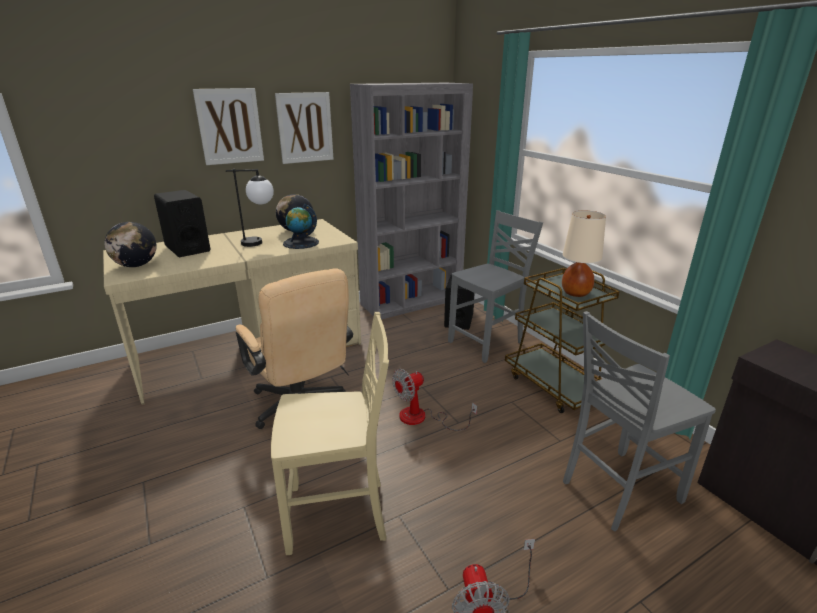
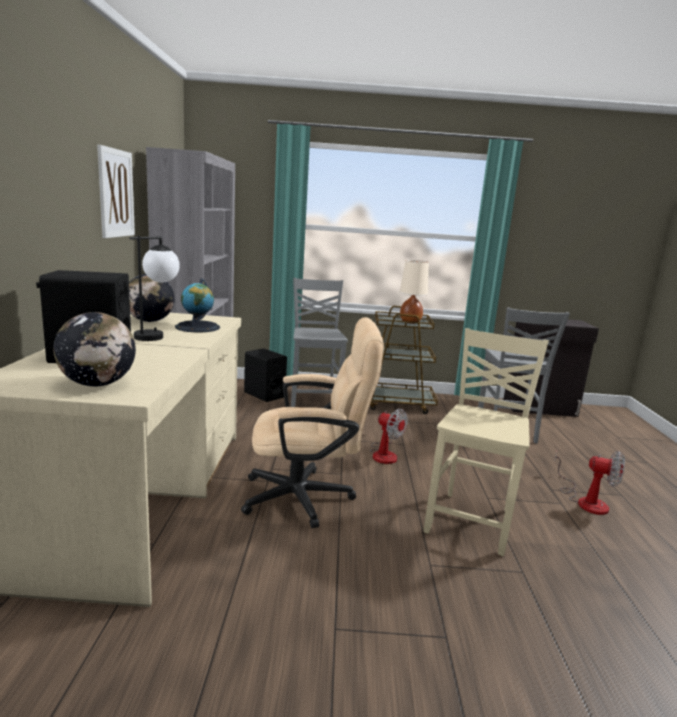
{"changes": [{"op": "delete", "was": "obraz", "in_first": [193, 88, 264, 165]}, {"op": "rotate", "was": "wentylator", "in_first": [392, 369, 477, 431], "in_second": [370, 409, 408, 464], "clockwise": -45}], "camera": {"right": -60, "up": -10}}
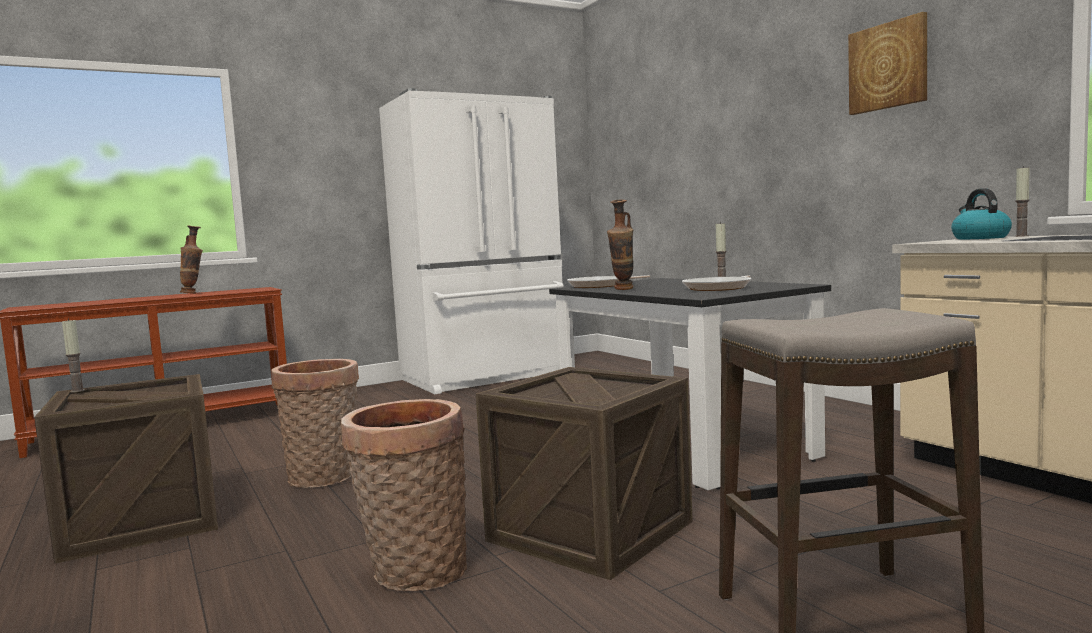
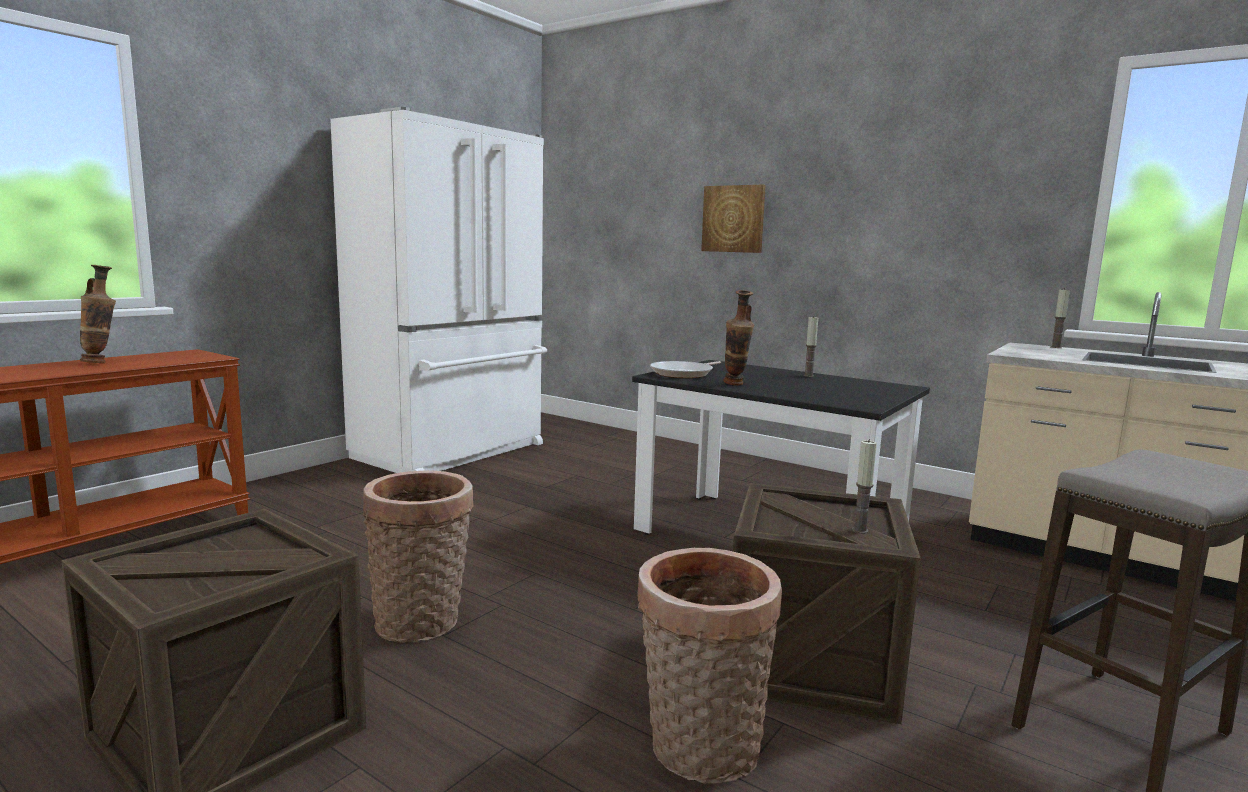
{"changes": [{"op": "delete", "was": "patelnia", "in_first": [682, 275, 751, 291]}, {"op": "delete", "was": "czajnik", "in_first": [951, 188, 1012, 239]}, {"op": "move", "was": "świeca", "in_first": [62, 319, 85, 392], "in_second": [852, 439, 877, 534]}, {"op": "move", "was": "obraz", "in_first": [848, 12, 927, 115], "in_second": [701, 185, 766, 253]}], "camera": {"right": -25, "up": 5}}
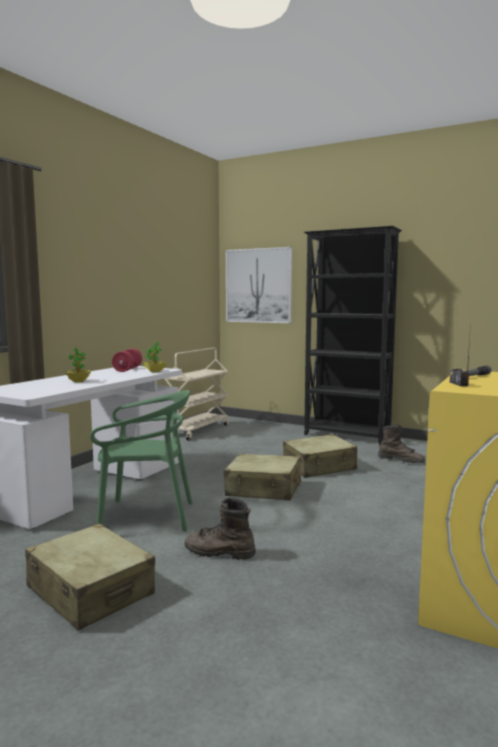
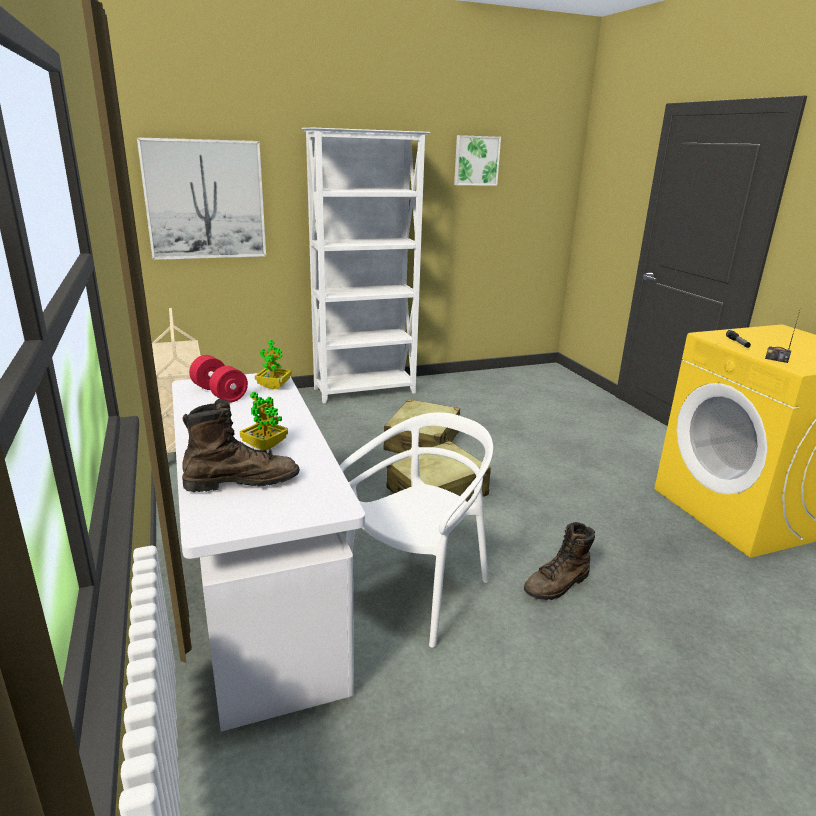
{"changes": [{"op": "delete", "was": "walizka/beżowy", "in_first": [25, 523, 155, 631]}, {"op": "insert", "now": "obraz", "in_second": [454, 135, 501, 186]}, {"op": "move", "was": "but z cholewką/brązowy", "in_first": [378, 424, 425, 463], "in_second": [182, 399, 300, 492]}, {"op": "recolor", "was": "krzesło/zielony", "now": "krzesło/biały", "in_first": [90, 390, 193, 531], "in_second": [340, 412, 493, 648]}, {"op": "recolor", "was": "regał/czarny", "now": "regał/biały", "in_first": [304, 226, 402, 445], "in_second": [302, 128, 430, 403]}], "camera": {"right": -50, "up": 15}}
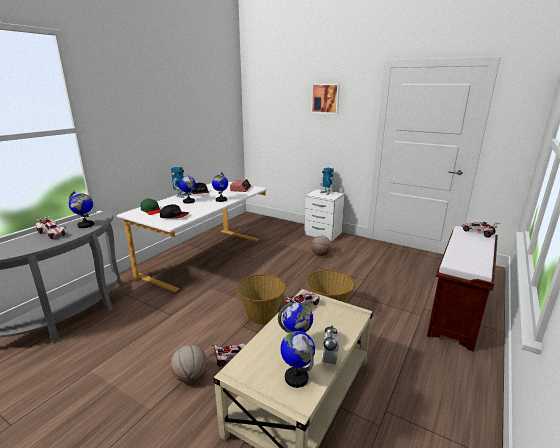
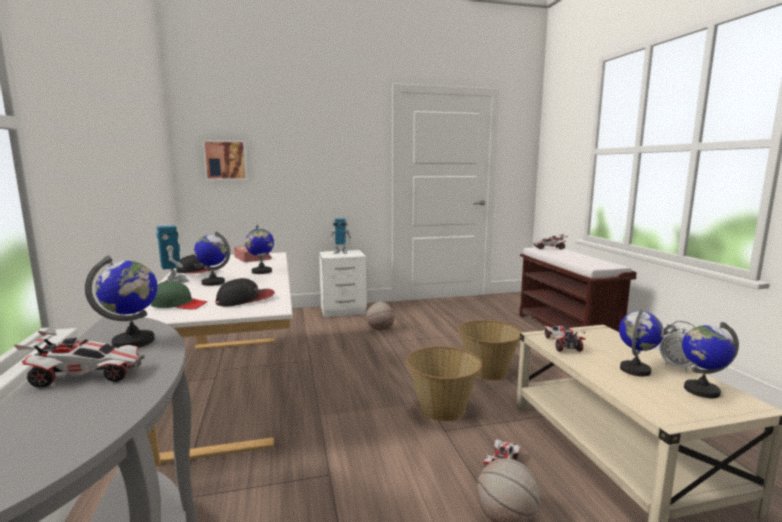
{"changes": [{"op": "move", "was": "obraz", "in_first": [311, 84, 340, 114], "in_second": [202, 140, 248, 180]}], "camera": {"right": -45, "up": -10}}
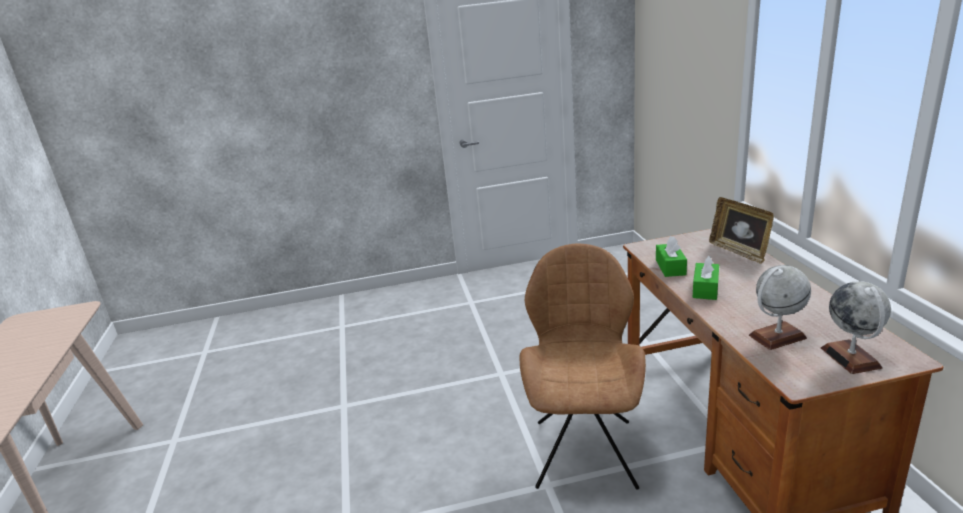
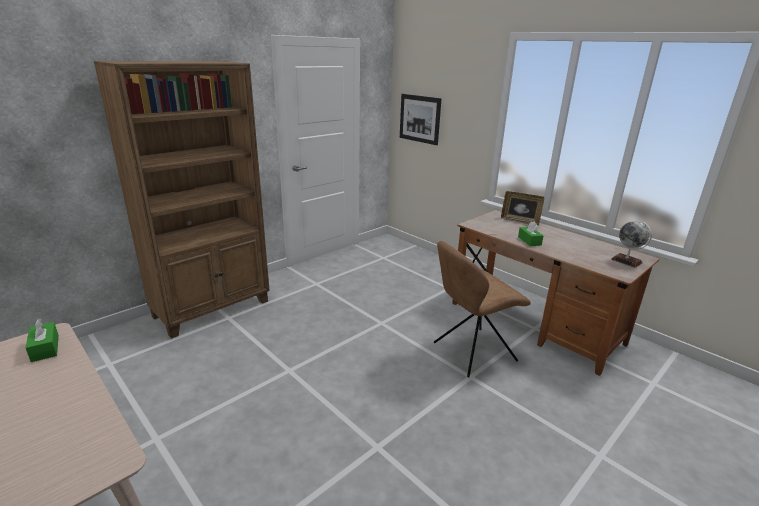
{"changes": [{"op": "delete", "was": "globus", "in_first": [749, 265, 811, 350]}, {"op": "insert", "now": "regał/brązowy", "in_second": [94, 61, 270, 339]}, {"op": "insert", "now": "obraz", "in_second": [400, 94, 442, 145]}, {"op": "move", "was": "pudełko chusteczek/zielony", "in_first": [656, 236, 687, 277], "in_second": [26, 319, 59, 362]}, {"op": "rotate", "was": "krzesło/brązowy", "in_first": [520, 244, 646, 490], "in_second": [434, 241, 531, 377], "clockwise": -90}], "camera": {"right": -35, "up": 0}}
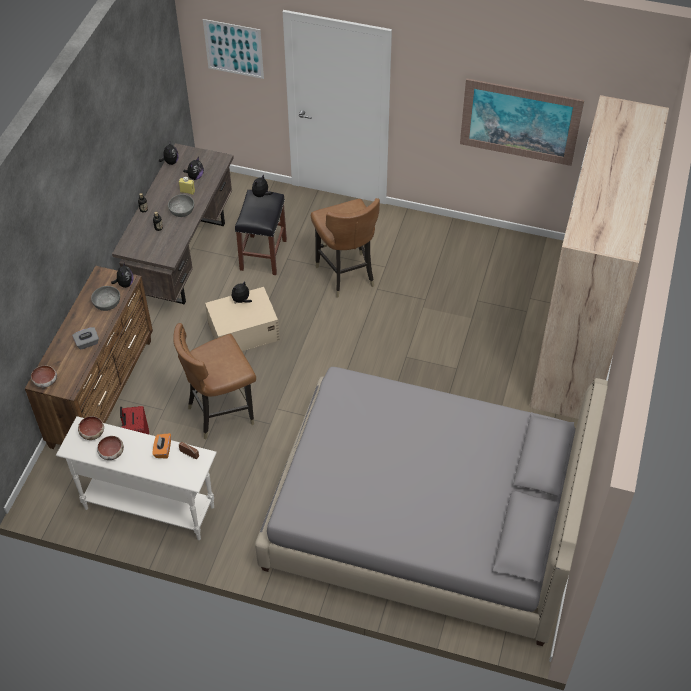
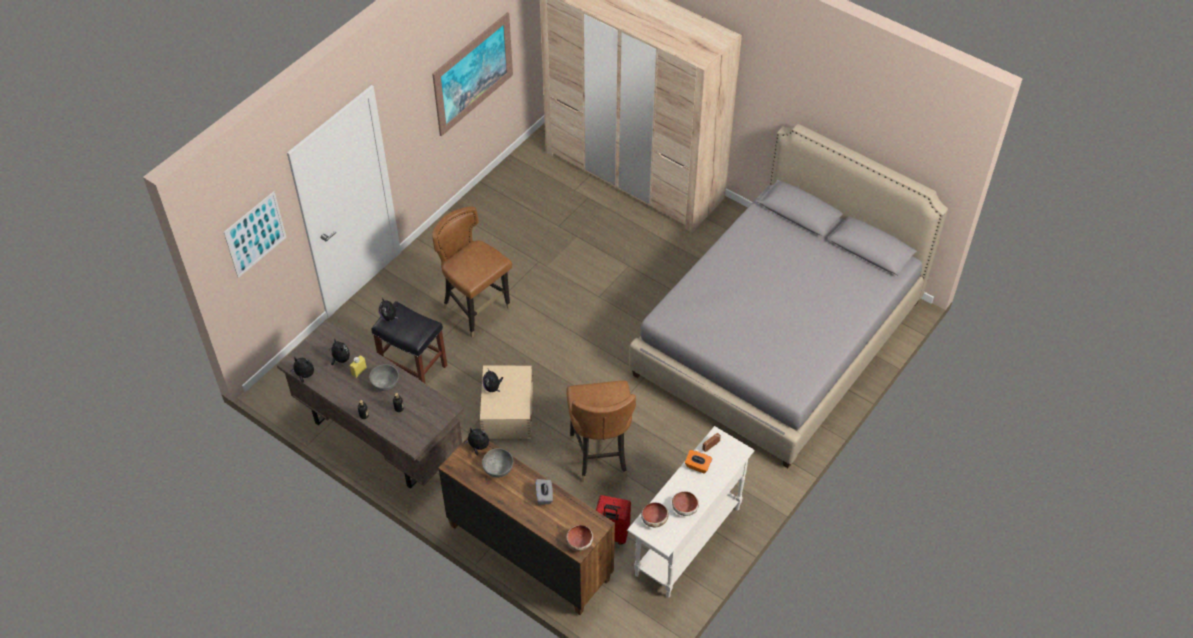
{"changes": [{"op": "rotate", "was": "krzesło/brązowy", "in_first": [311, 198, 380, 297], "in_second": [432, 206, 512, 337], "clockwise": -135}], "camera": {"right": -70, "up": 0}}
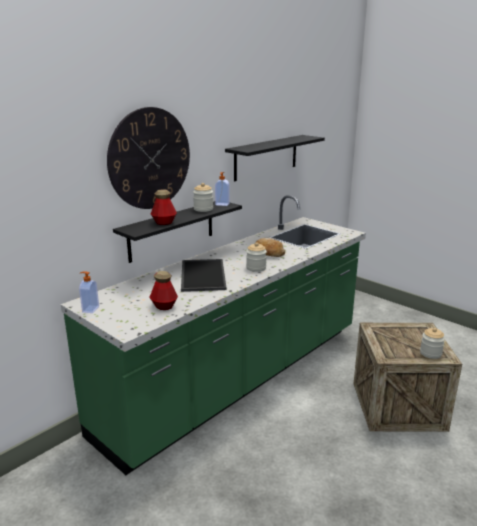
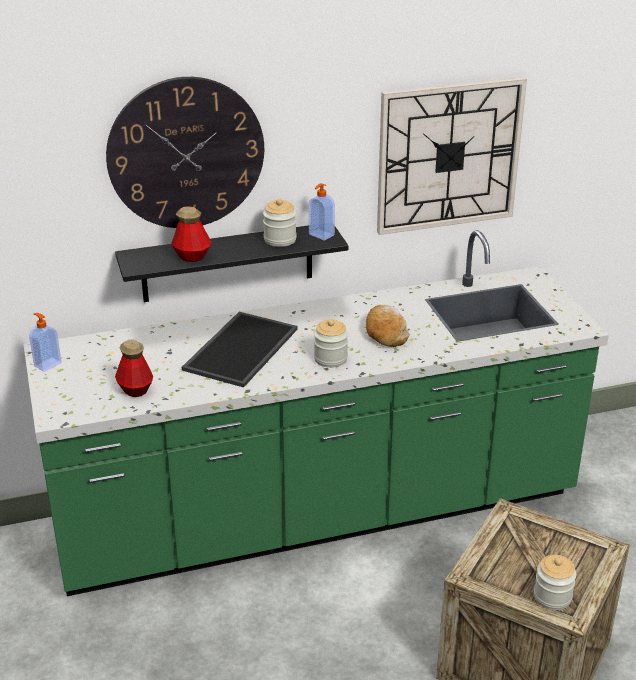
{"changes": [{"op": "replace", "was": "półka/czarny", "now": "zegar ścienny", "in_first": [225, 135, 325, 181], "in_second": [377, 77, 527, 235]}], "camera": {"right": 30, "up": 10}}
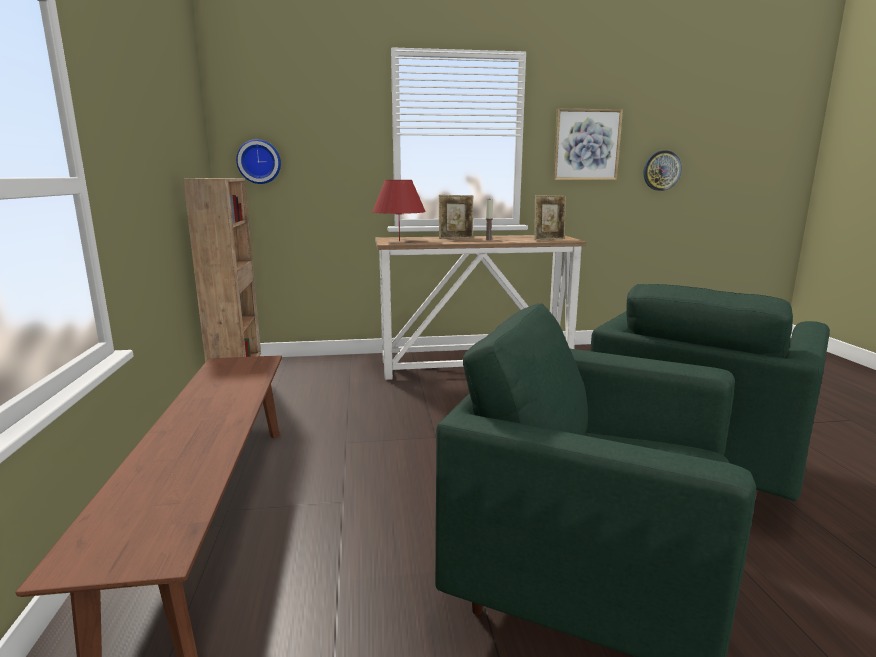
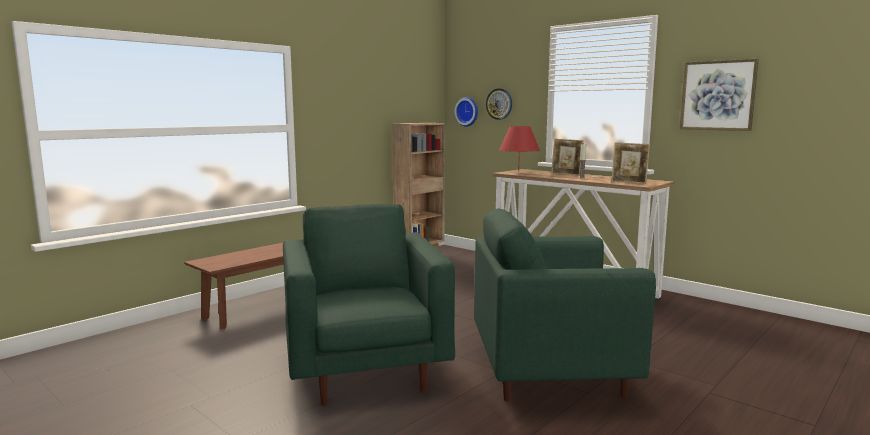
{"changes": [{"op": "move", "was": "zegar ścienny", "in_first": [644, 150, 682, 191], "in_second": [486, 88, 512, 120]}], "camera": {"right": 50, "up": -5}}
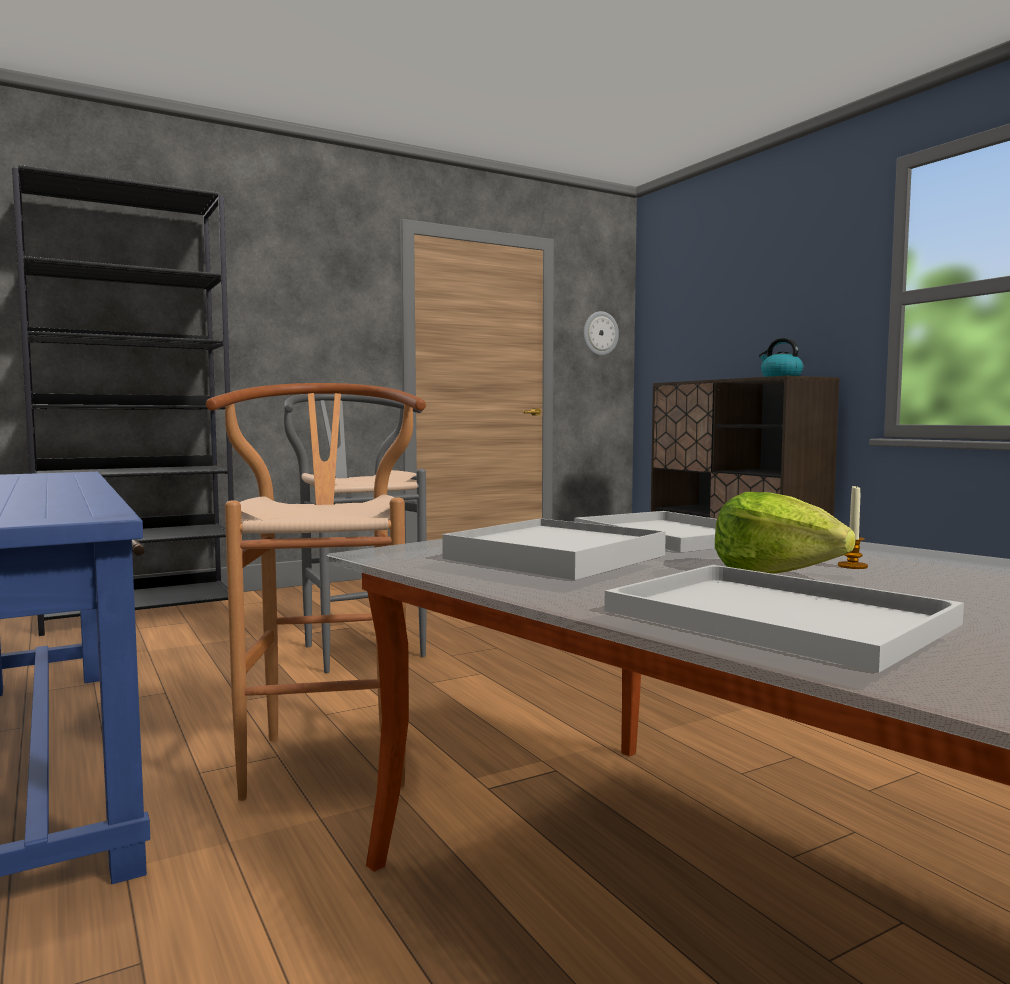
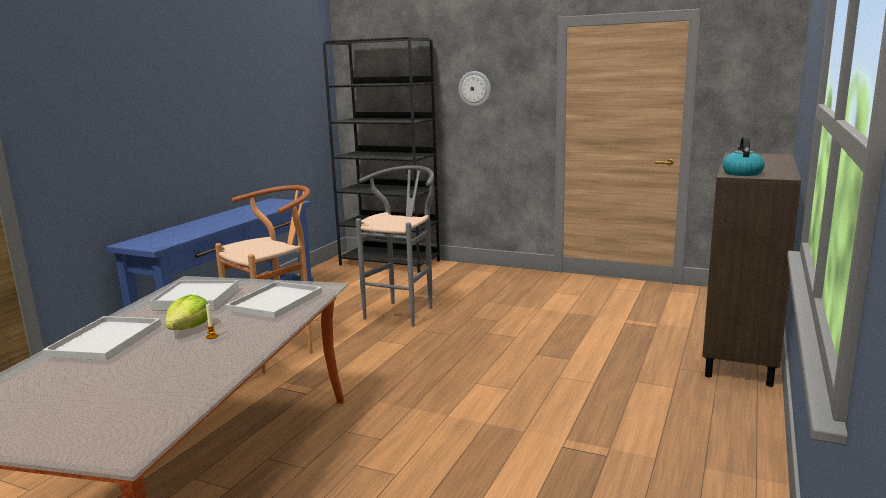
{"changes": [{"op": "move", "was": "zegar ścienny", "in_first": [583, 311, 619, 356], "in_second": [458, 71, 491, 107]}], "camera": {"right": 55, "up": 10}}
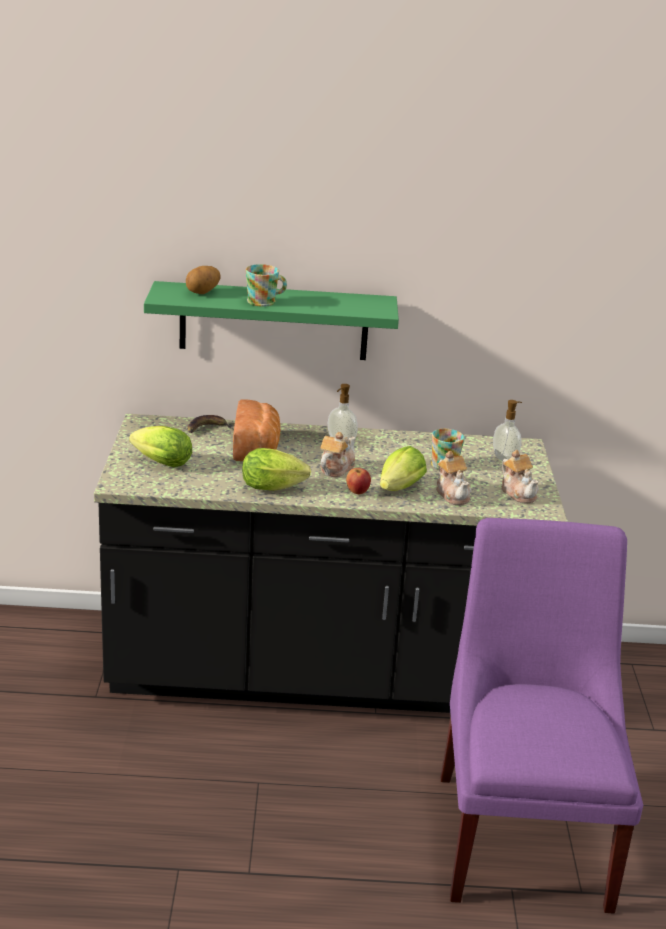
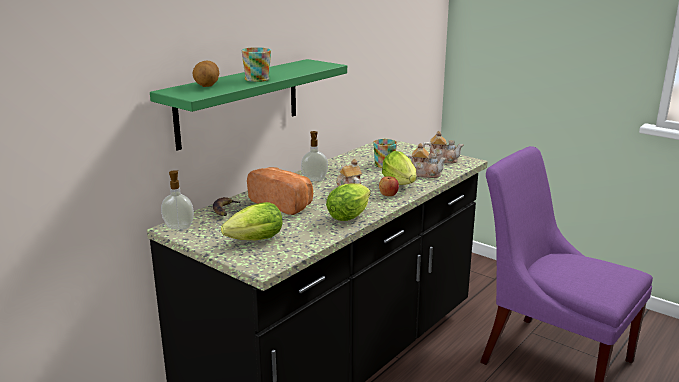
{"changes": [{"op": "move", "was": "dozownik mydła", "in_first": [493, 400, 522, 461], "in_second": [161, 171, 194, 230]}], "camera": {"right": -50, "up": -5}}
